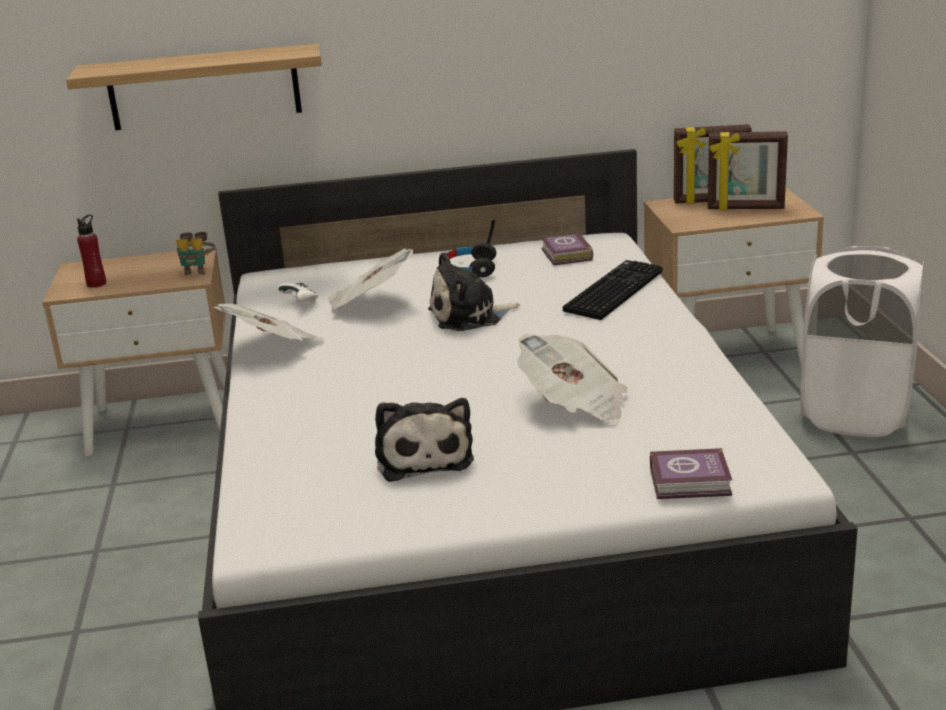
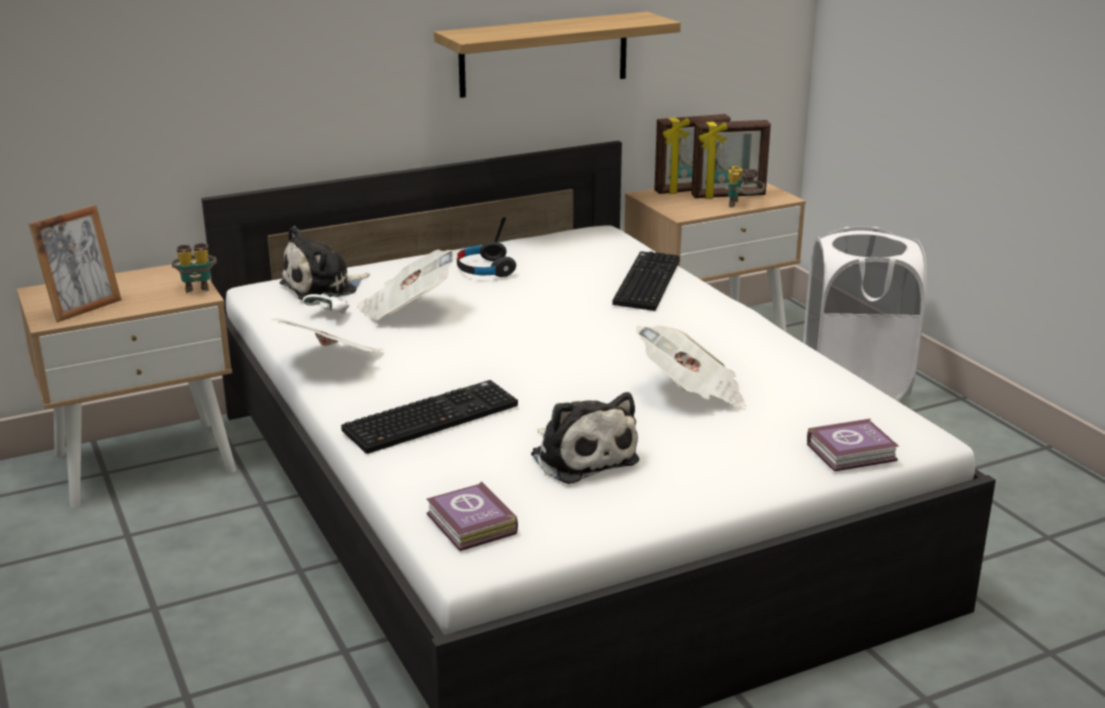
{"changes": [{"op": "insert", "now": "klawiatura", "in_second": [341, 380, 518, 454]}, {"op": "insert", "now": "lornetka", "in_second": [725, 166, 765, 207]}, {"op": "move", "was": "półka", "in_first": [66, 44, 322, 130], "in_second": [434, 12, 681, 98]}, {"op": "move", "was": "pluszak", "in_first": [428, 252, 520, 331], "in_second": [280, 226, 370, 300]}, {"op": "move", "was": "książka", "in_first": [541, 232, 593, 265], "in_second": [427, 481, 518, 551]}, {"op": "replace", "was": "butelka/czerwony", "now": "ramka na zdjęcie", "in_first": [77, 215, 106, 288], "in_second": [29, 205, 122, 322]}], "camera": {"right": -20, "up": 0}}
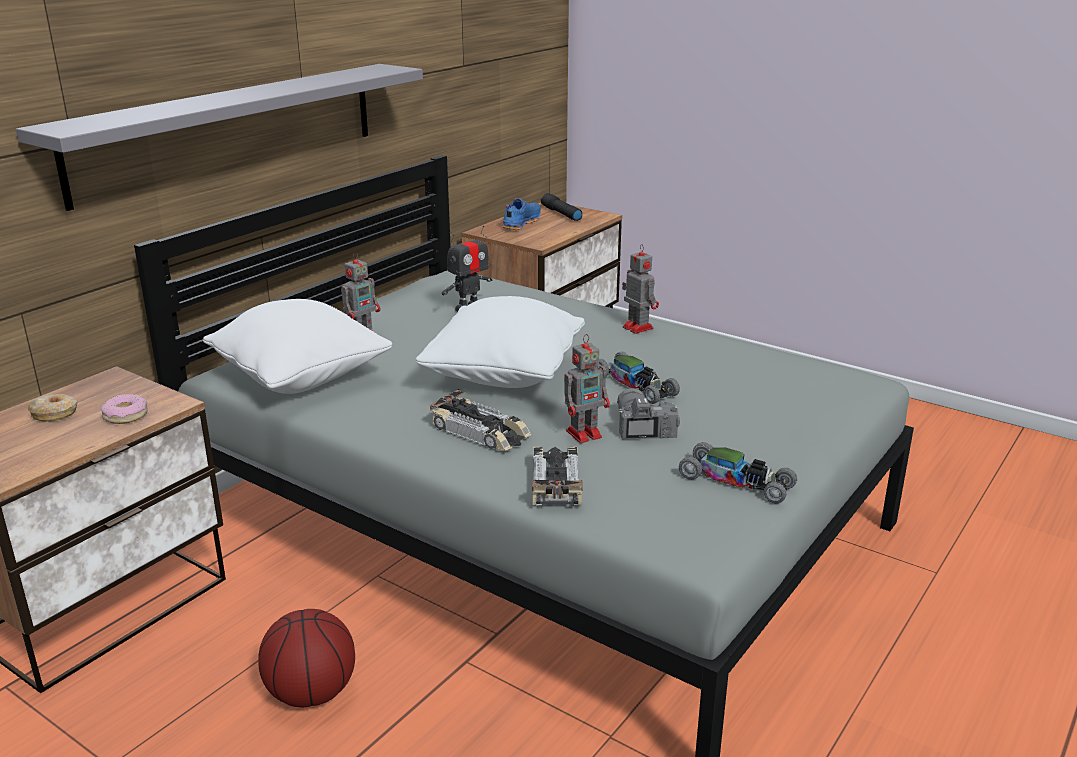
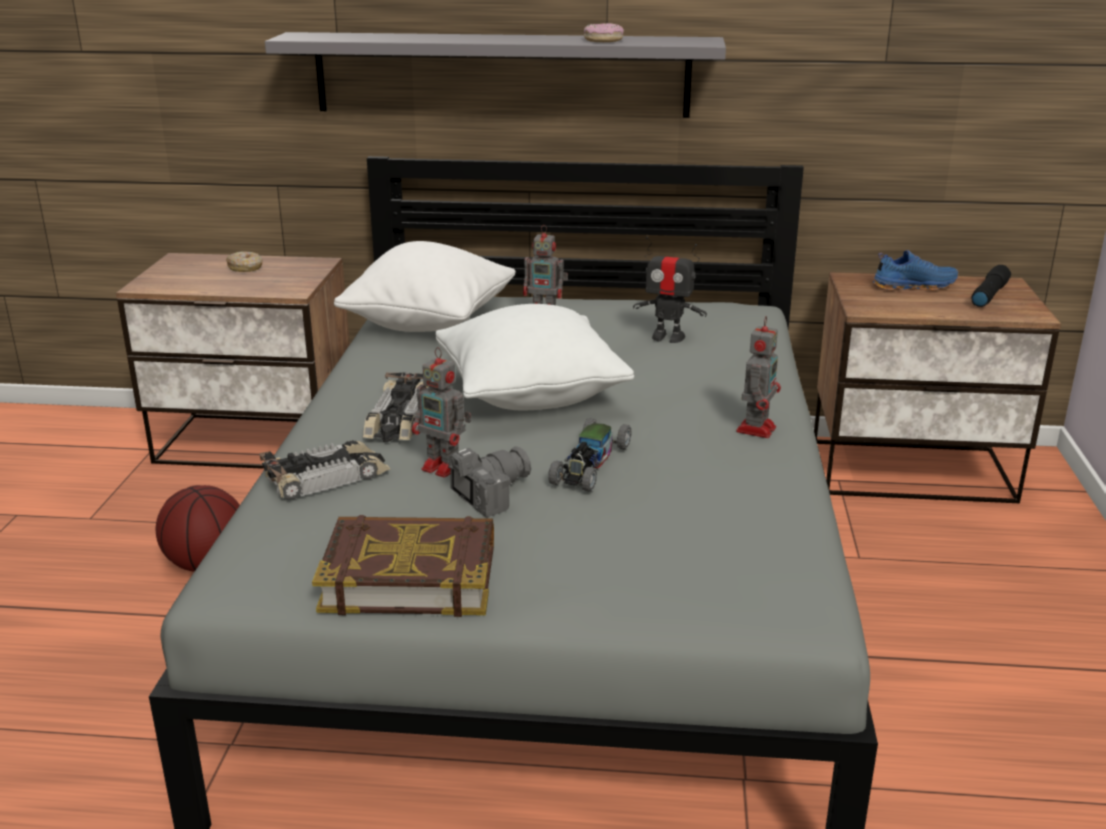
{"changes": [{"op": "move", "was": "donut", "in_first": [101, 394, 147, 424], "in_second": [584, 23, 624, 42]}, {"op": "replace", "was": "samochodzik", "now": "książka", "in_first": [679, 442, 797, 504], "in_second": [312, 515, 494, 617]}], "camera": {"right": 60, "up": 0}}
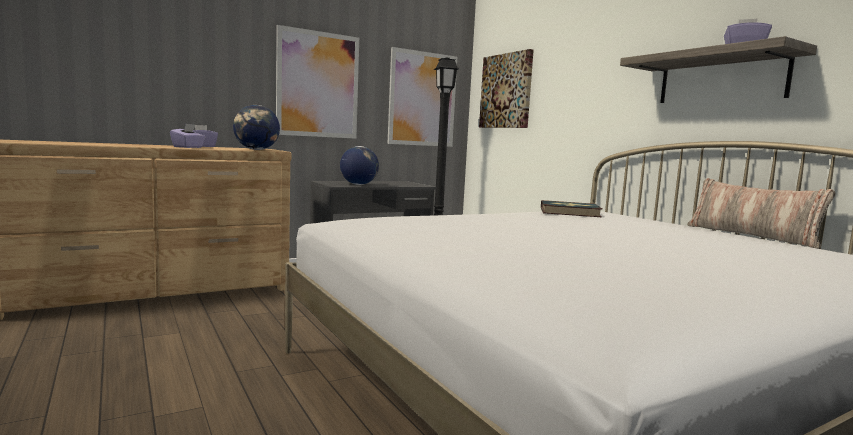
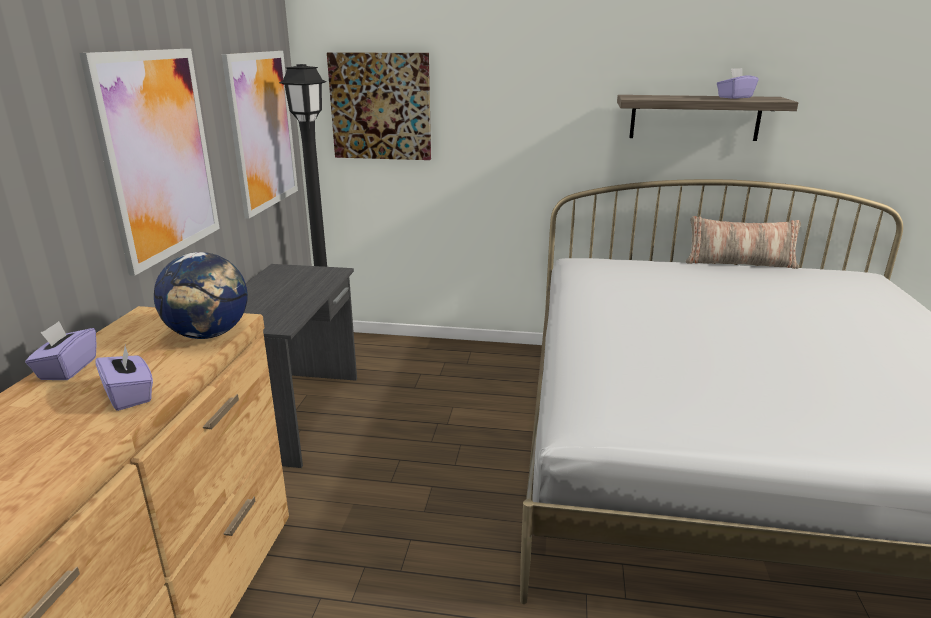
{"changes": [{"op": "delete", "was": "globus", "in_first": [340, 146, 379, 185]}, {"op": "delete", "was": "książka", "in_first": [541, 200, 603, 217]}], "camera": {"right": -50, "up": 15}}
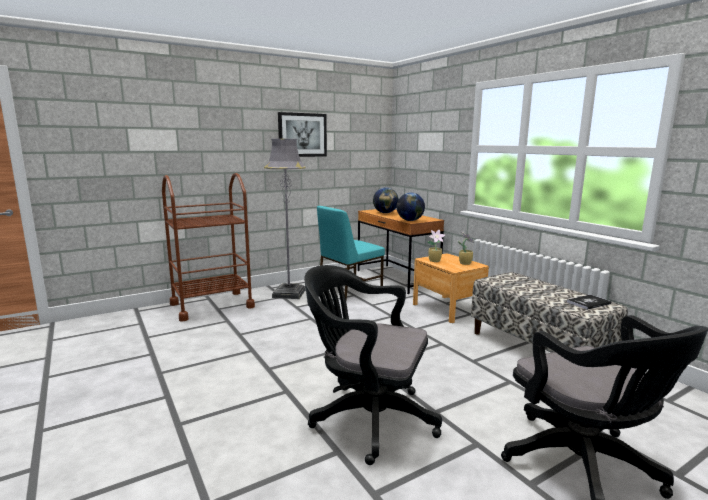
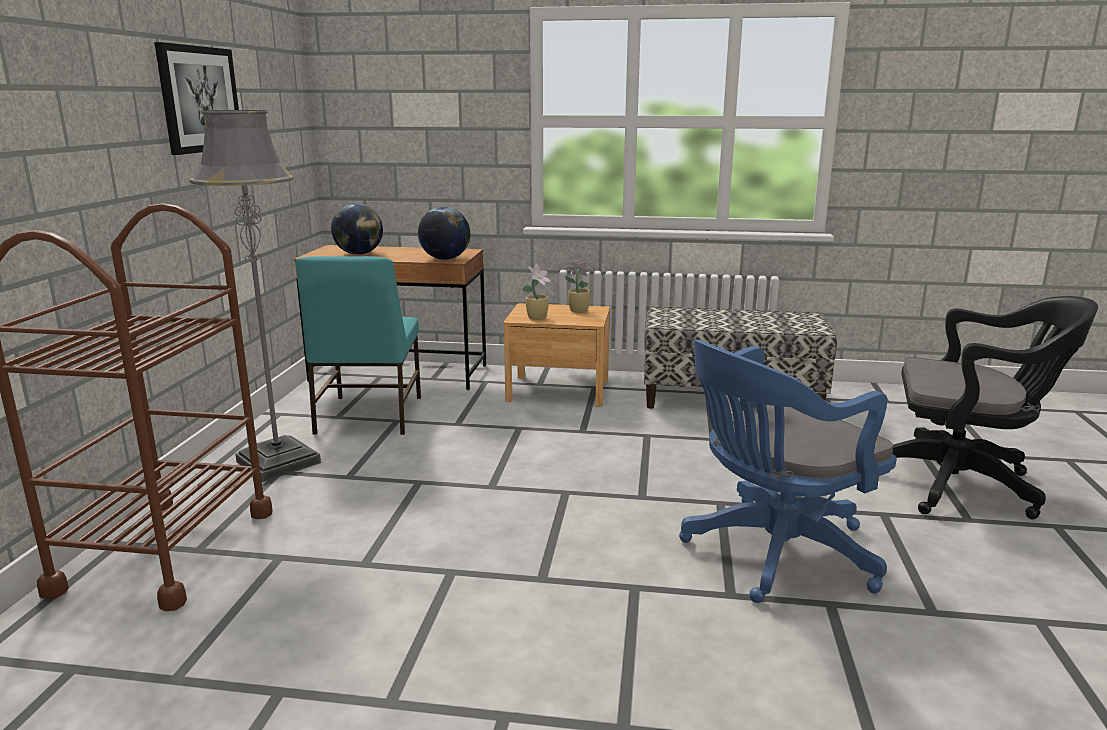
{"changes": [{"op": "delete", "was": "książka", "in_first": [567, 295, 611, 310]}, {"op": "recolor", "was": "krzesło biurowe/czarny", "now": "krzesło biurowe/niebieski", "in_first": [304, 265, 442, 465], "in_second": [679, 339, 896, 603]}], "camera": {"right": -50, "up": 5}}
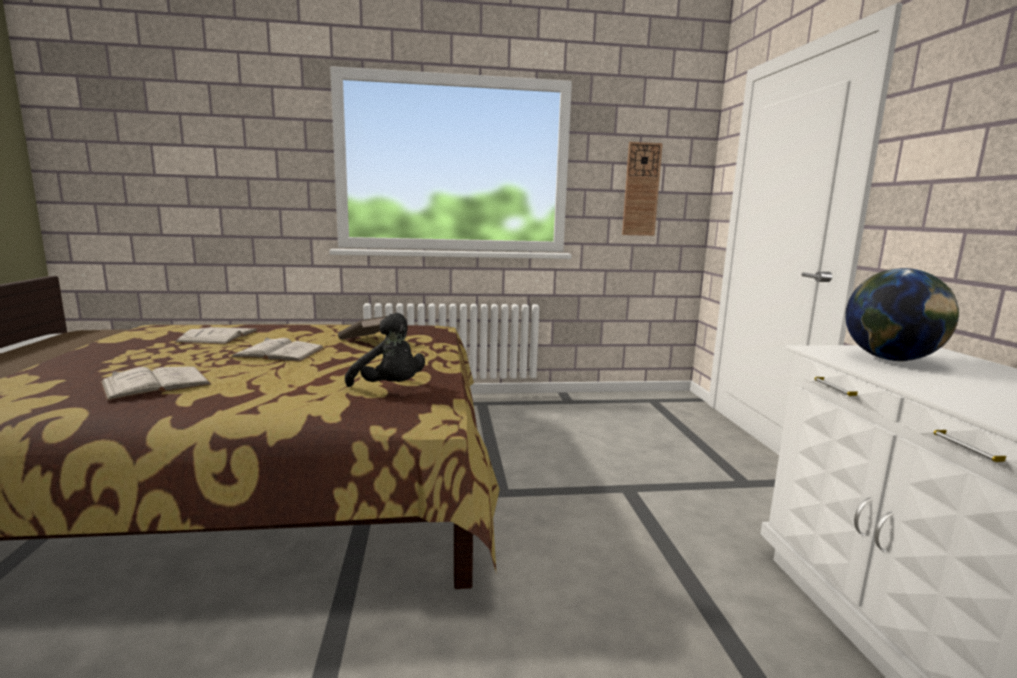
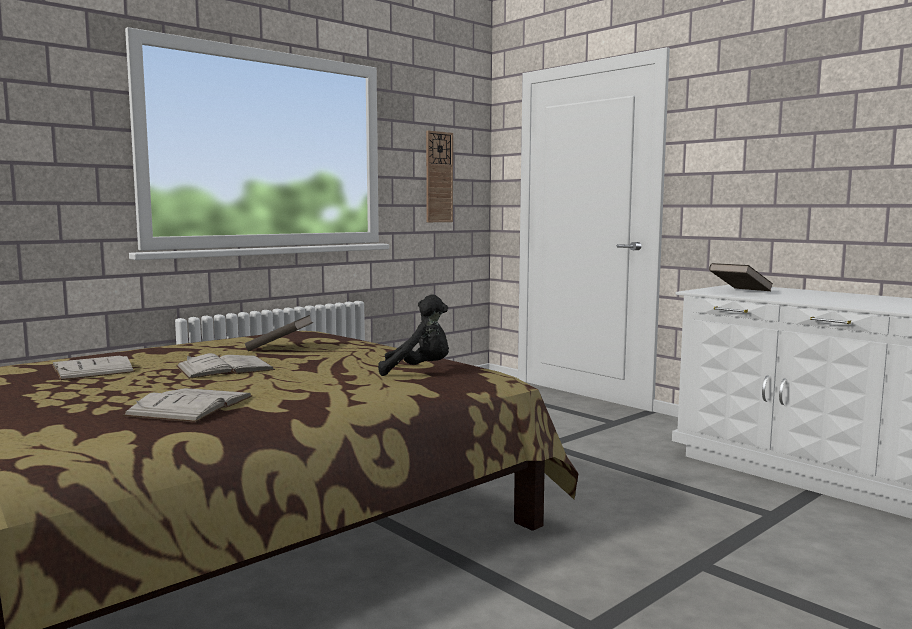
{"changes": [{"op": "replace", "was": "globus", "now": "książka/brązowy", "in_first": [845, 268, 959, 362], "in_second": [709, 263, 773, 291]}], "camera": {"right": -35, "up": -5}}
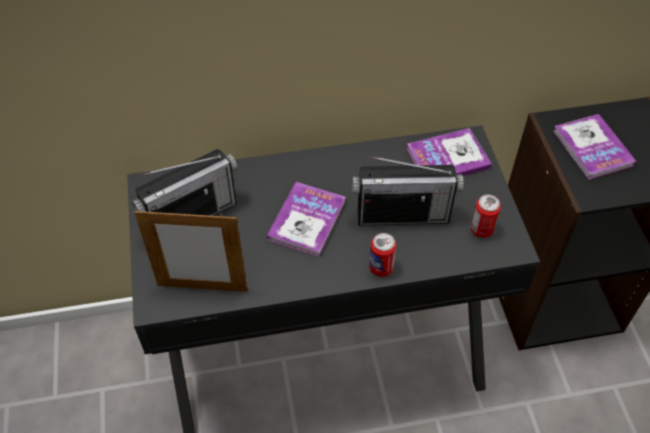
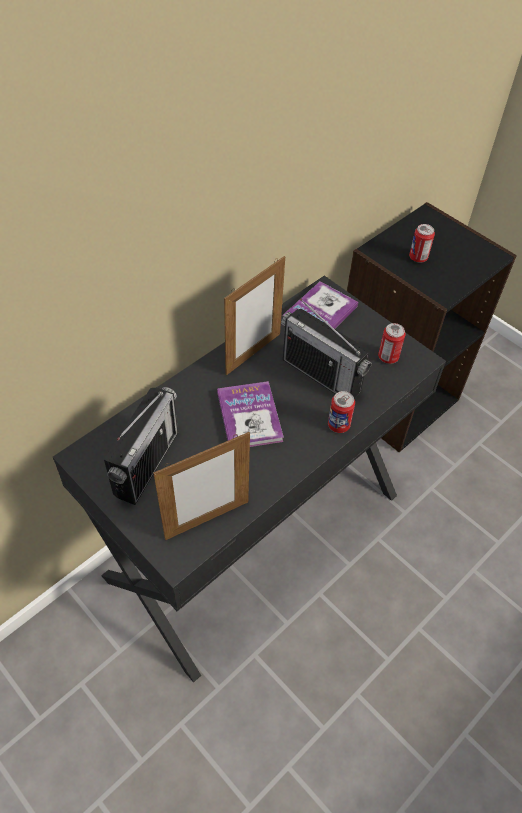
{"changes": [{"op": "insert", "now": "ramka na zdjęcie", "in_second": [224, 256, 285, 375]}, {"op": "replace", "was": "książka", "now": "puszka", "in_first": [553, 114, 637, 179], "in_second": [409, 224, 435, 262]}, {"op": "rotate", "was": "radio", "in_first": [352, 156, 464, 226], "in_second": [281, 298, 372, 398], "clockwise": 75}], "camera": {"right": -35, "up": 0}}
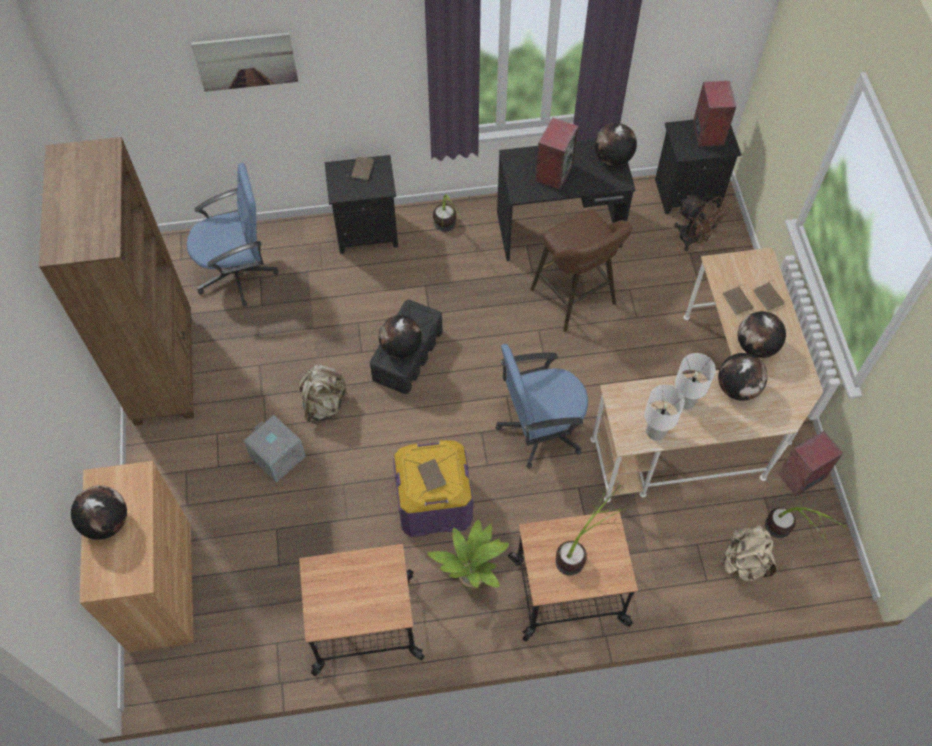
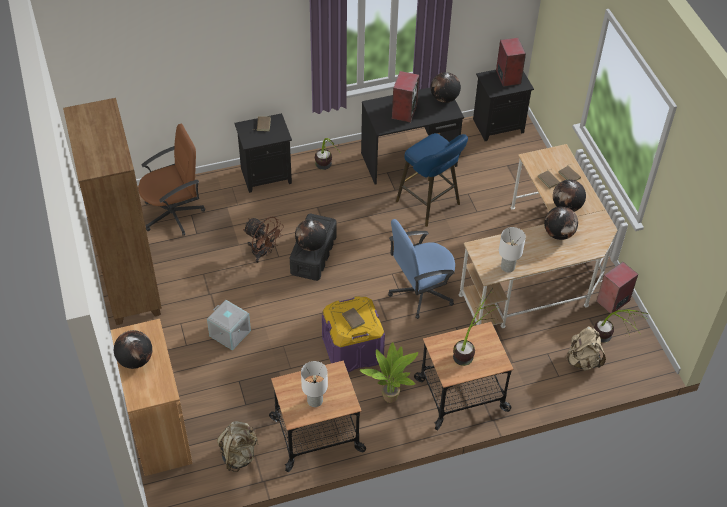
{"changes": [{"op": "delete", "was": "obraz", "in_first": [191, 32, 298, 92]}, {"op": "move", "was": "plecak/beżowy", "in_first": [298, 365, 348, 424], "in_second": [217, 421, 258, 472]}, {"op": "move", "was": "wentylator/brązowy", "in_first": [674, 195, 730, 251], "in_second": [243, 217, 284, 263]}, {"op": "move", "was": "lampa stołowa/biały", "in_first": [675, 353, 716, 409], "in_second": [301, 361, 328, 407]}, {"op": "recolor", "was": "krzesło biurowe/niebieski", "now": "krzesło biurowe/brązowy", "in_first": [187, 163, 279, 307], "in_second": [138, 124, 205, 236]}, {"op": "recolor", "was": "stołek/brązowy", "now": "stołek/niebieski", "in_first": [530, 210, 632, 332], "in_second": [396, 133, 468, 227]}], "camera": {"right": -10, "up": -10}}
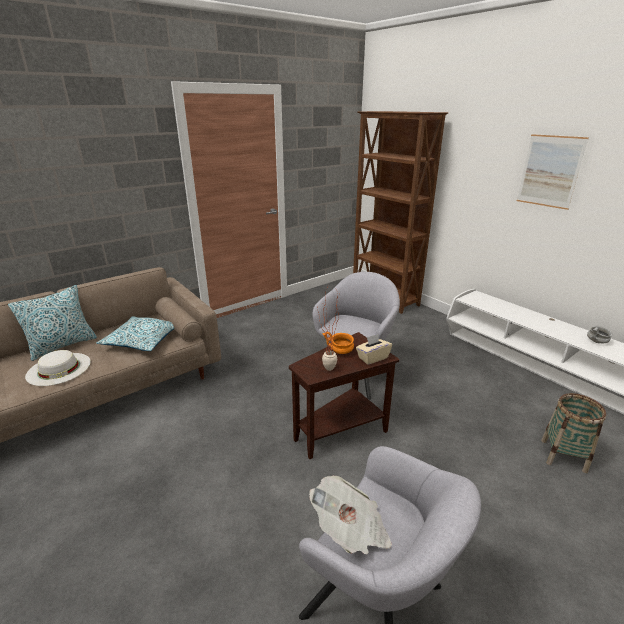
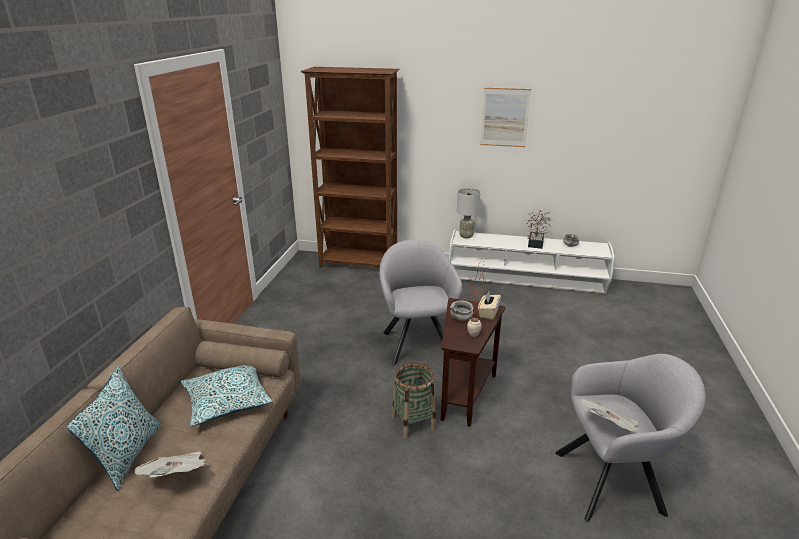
{"changes": [{"op": "insert", "now": "lampa stołowa/szary", "in_second": [457, 188, 480, 238]}, {"op": "insert", "now": "roślina doniczkowa", "in_second": [525, 210, 550, 249]}, {"op": "move", "was": "koszyk", "in_first": [541, 393, 606, 473], "in_second": [392, 363, 436, 439]}, {"op": "replace", "was": "kapelusz/biały", "now": "gazeta", "in_first": [25, 350, 91, 386], "in_second": [134, 452, 205, 478]}, {"op": "recolor", "was": "miska/pomarańczowy", "now": "miska/szary", "in_first": [323, 332, 354, 354], "in_second": [450, 300, 473, 321]}], "camera": {"right": -40, "up": 0}}
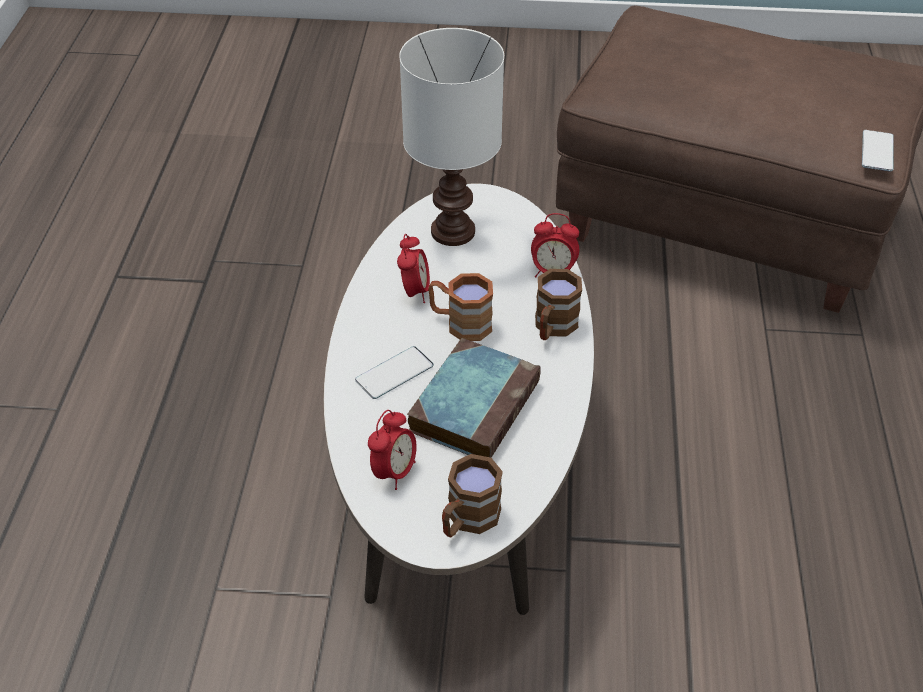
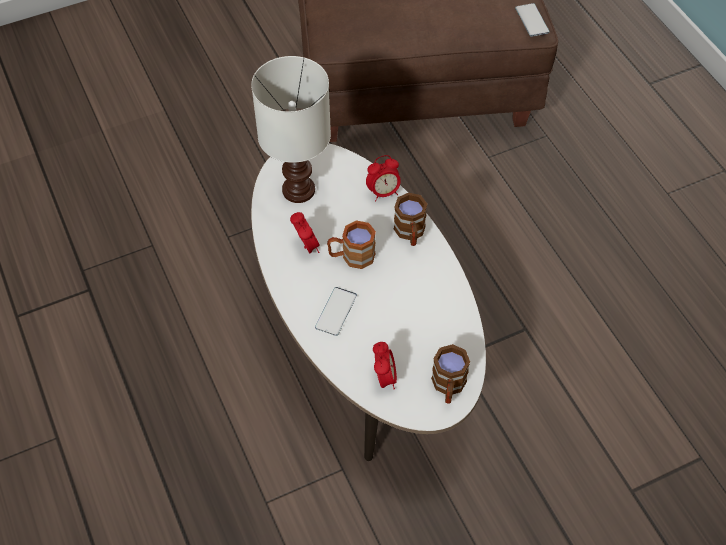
{"changes": [{"op": "delete", "was": "książka", "in_first": [407, 338, 541, 458]}], "camera": {"right": -30, "up": 10}}
